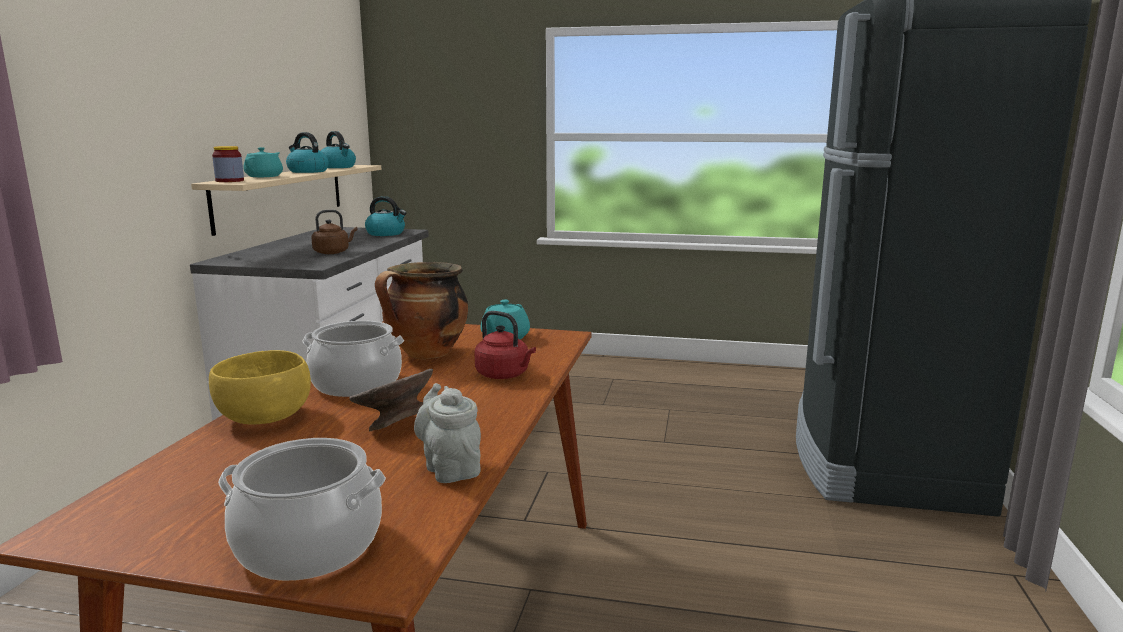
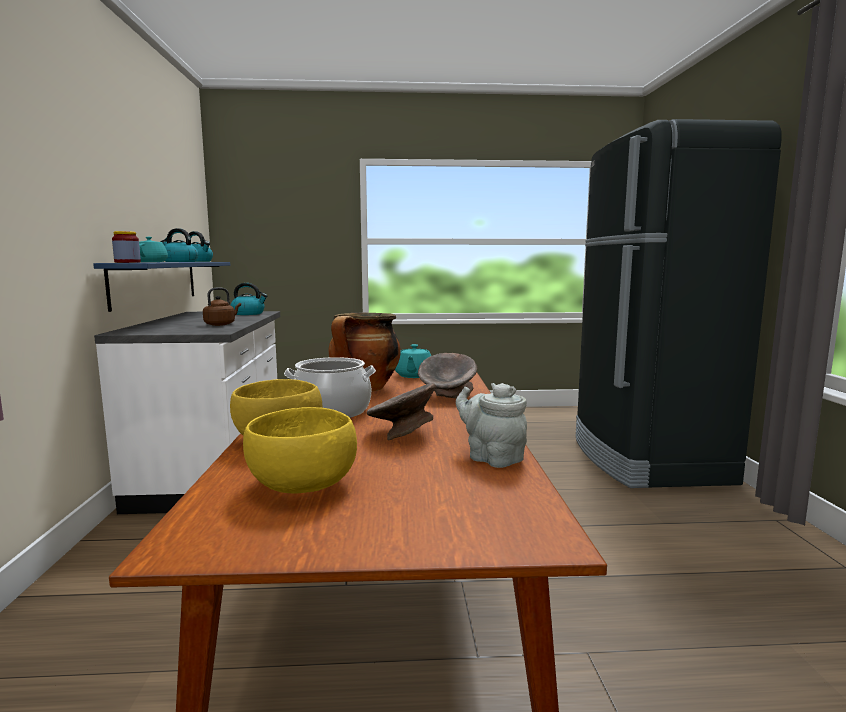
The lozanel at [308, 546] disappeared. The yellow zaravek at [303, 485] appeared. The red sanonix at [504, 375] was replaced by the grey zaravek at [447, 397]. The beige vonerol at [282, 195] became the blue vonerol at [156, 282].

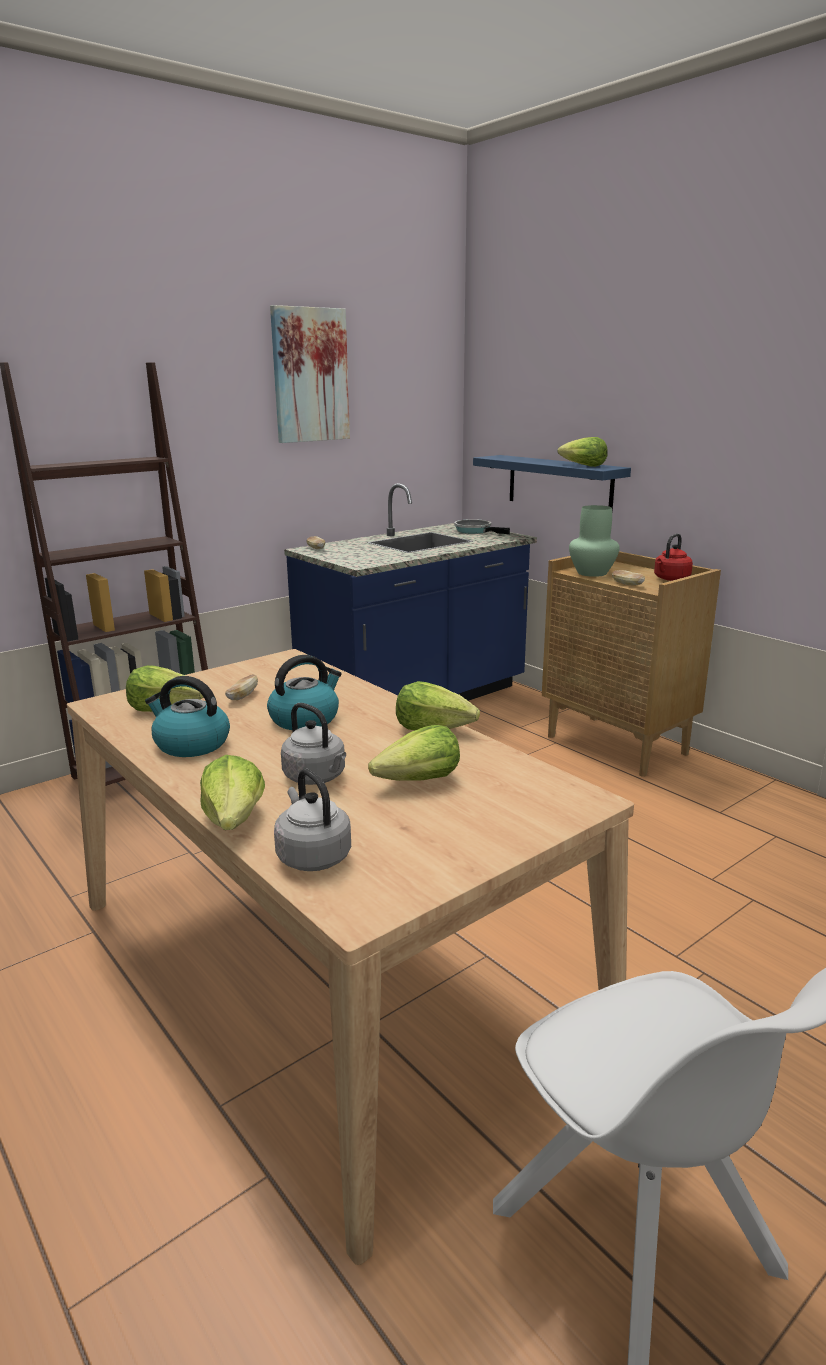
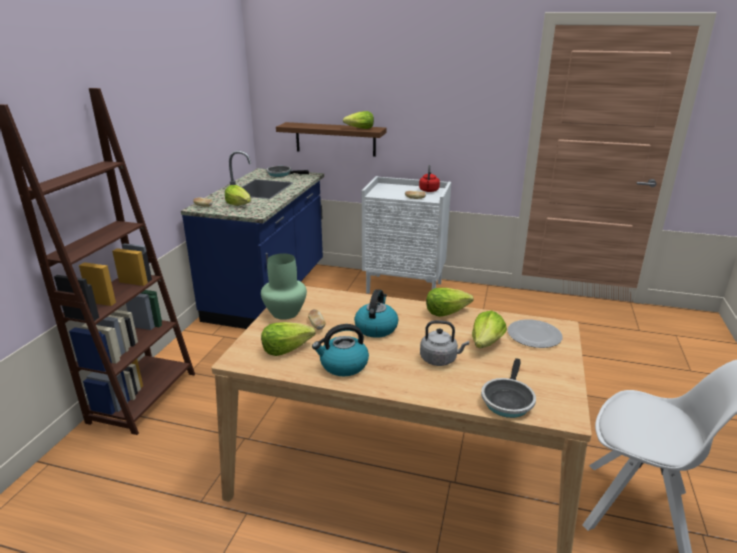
The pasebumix at [310, 375] disappeared. The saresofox at [535, 336] appeared. The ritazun moved from [234, 819] to [239, 205]. The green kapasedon moved from [593, 573] to [286, 312]. The grey sanonix at [312, 855] was replaced by the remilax at [507, 400]. The blue vonerol at [559, 484] became the brown vonerol at [335, 139]. The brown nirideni at [617, 745] became the white nirideni at [404, 288].

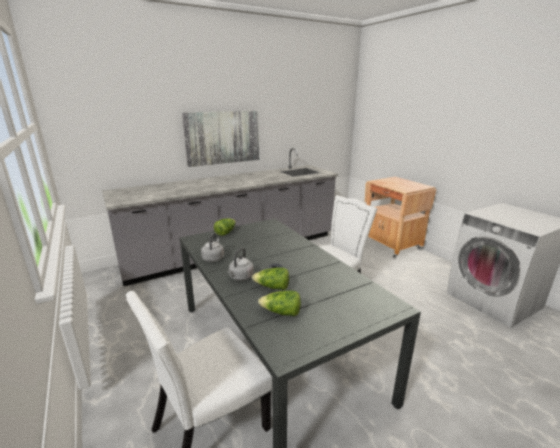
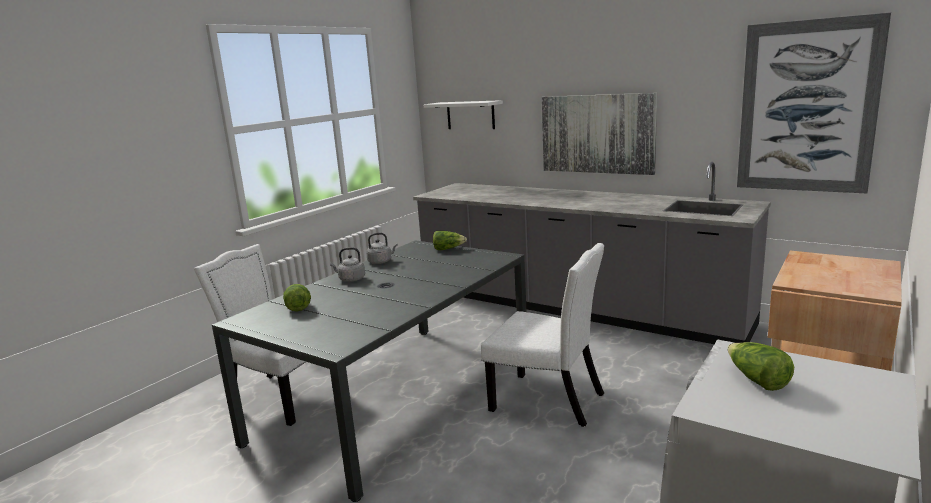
The white vonerol at [470, 115] appeared. The pasebumix at [807, 107] appeared. The ritazun moved from [272, 287] to [756, 380].

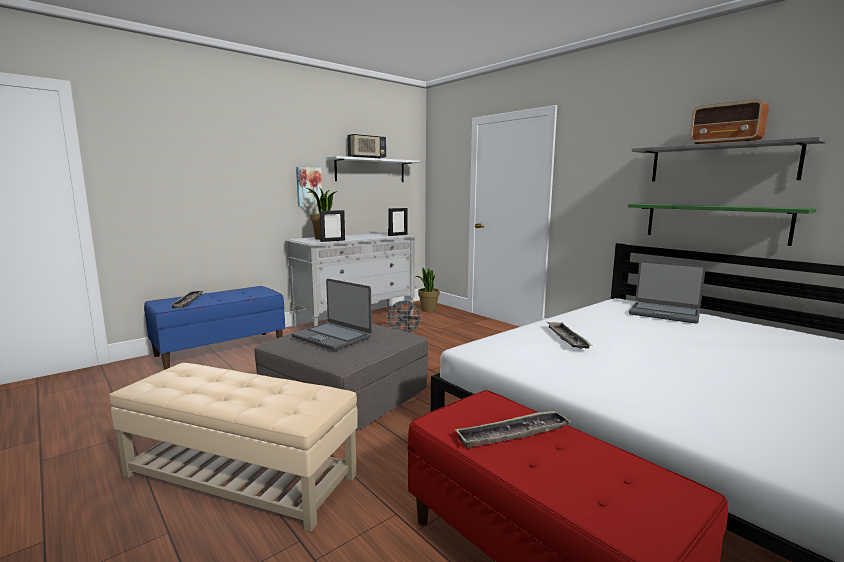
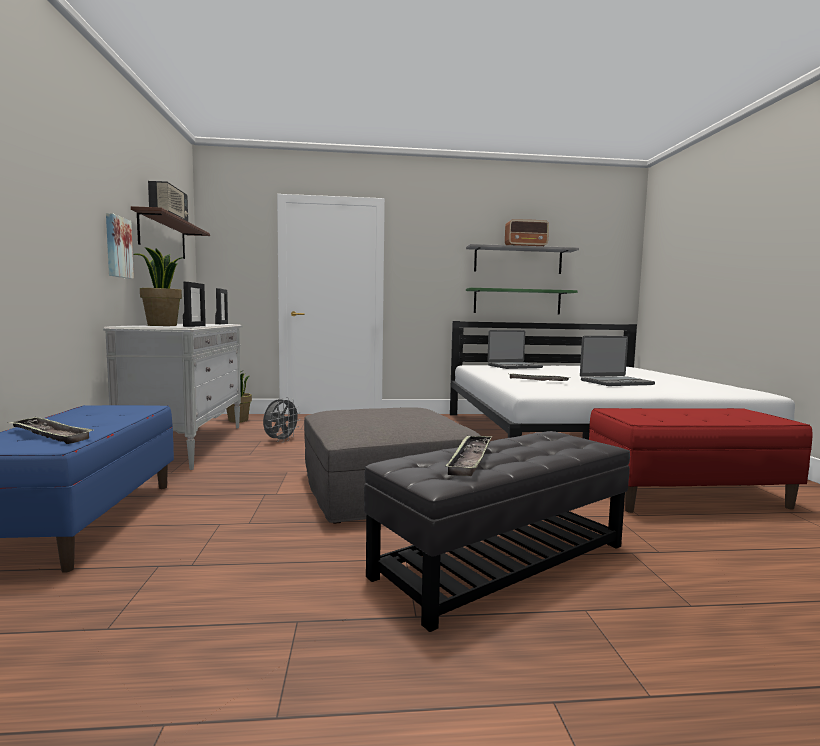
The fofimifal moved from [332, 337] to [615, 382]. The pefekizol moved from [512, 434] to [470, 459]. The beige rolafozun at [239, 476] became the black rolafozun at [503, 561]. The white vonerol at [370, 170] became the brown vonerol at [163, 236].

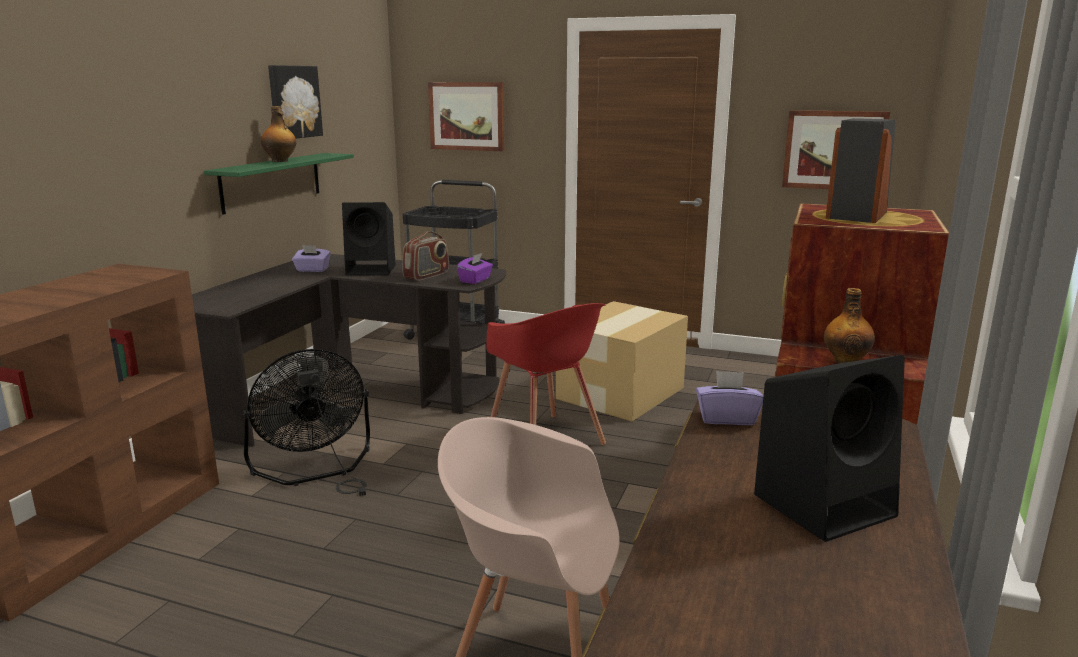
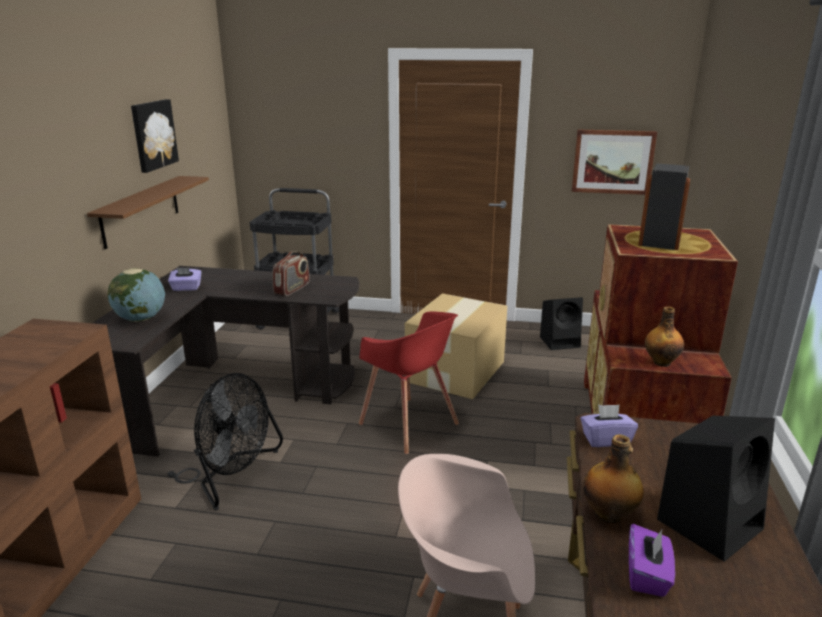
The pasebumix at [467, 116] disappeared. The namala at [140, 319] appeared. The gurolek moved from [280, 161] to [609, 514]. The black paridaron moved from [372, 270] to [560, 342]. The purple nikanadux moved from [475, 280] to [647, 575]. The green vonerol at [271, 182] became the brown vonerol at [141, 210]. The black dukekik at [321, 471] turned 150 degrees clockwise.

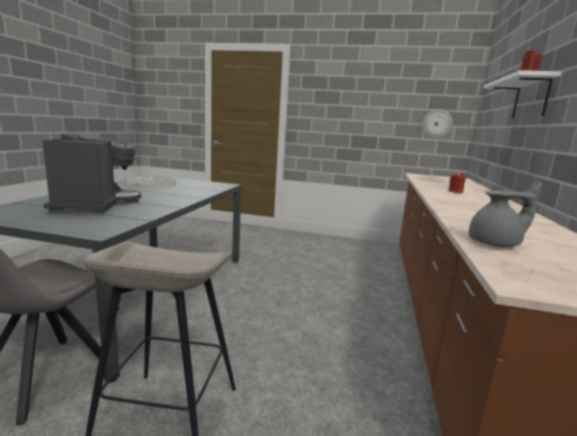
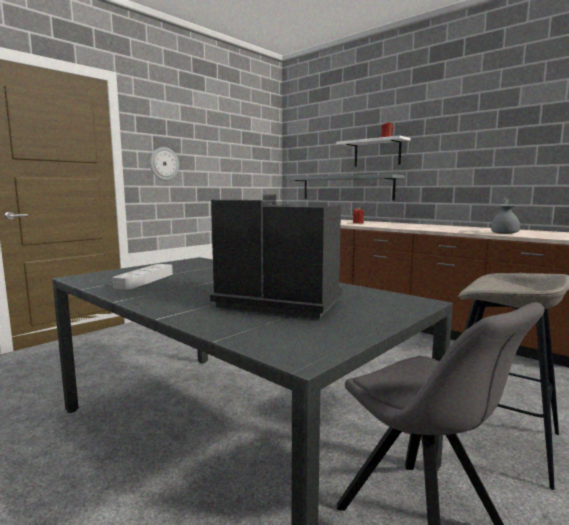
The grey vonerol at [346, 188] appeared. The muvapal moved from [437, 124] to [164, 164].

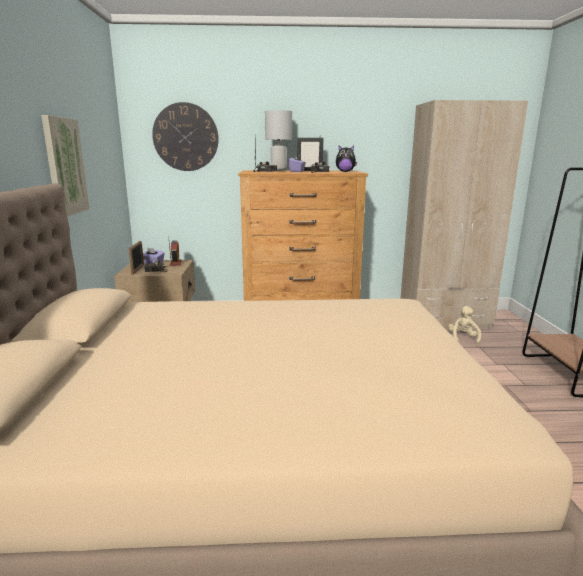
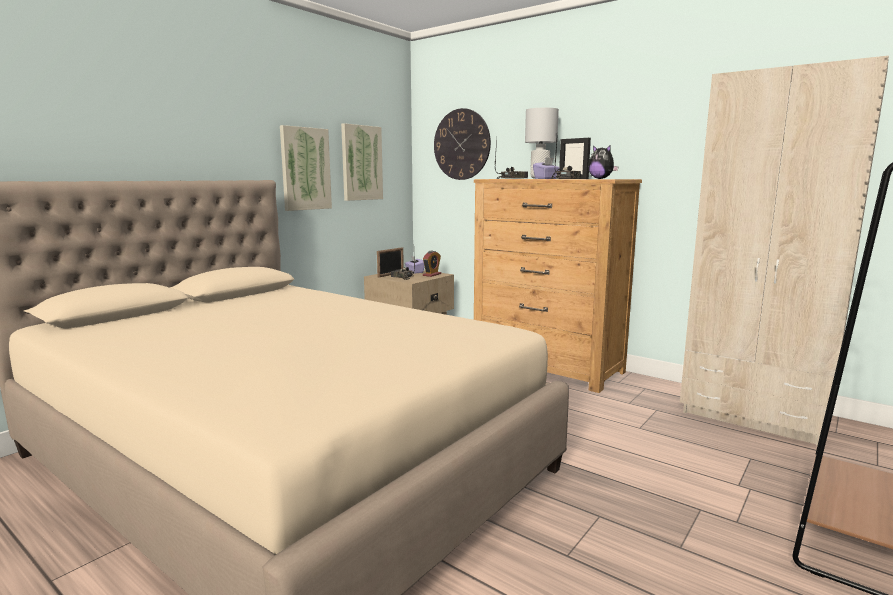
The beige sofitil at [463, 339] disappeared. The pasebumix at [361, 163] appeared.

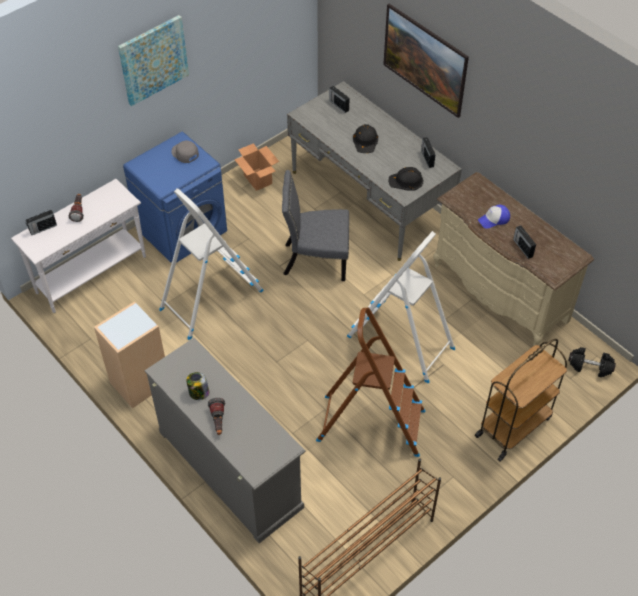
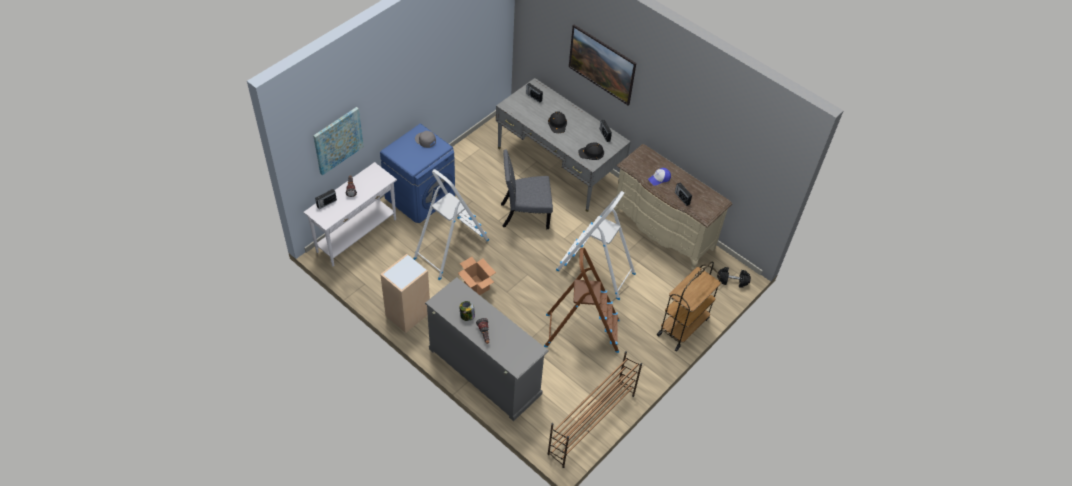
The pasebumix moved from [153, 60] to [338, 140]. The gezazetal moved from [258, 179] to [477, 286].

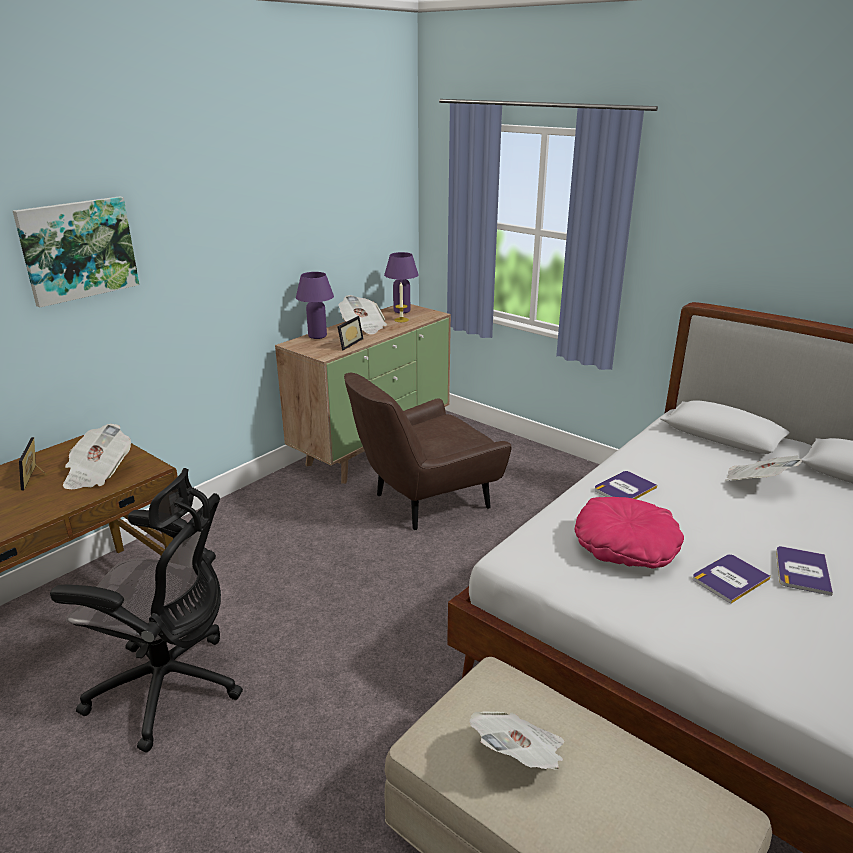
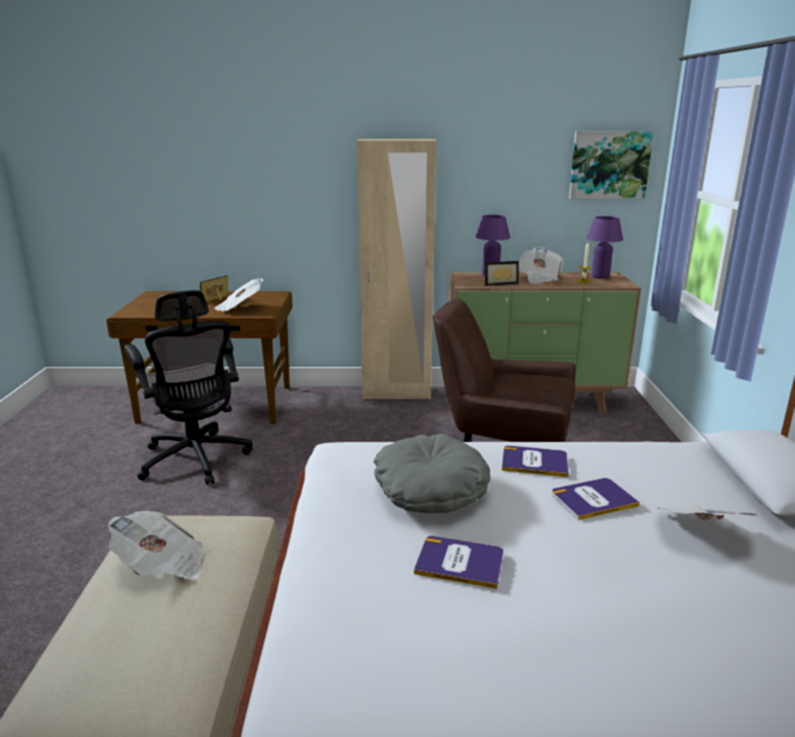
The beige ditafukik at [396, 394] appeared. The pasebumix moved from [78, 249] to [609, 165]. The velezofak moved from [802, 571] to [593, 499]. The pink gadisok at [626, 544] became the grey gadisok at [432, 489].

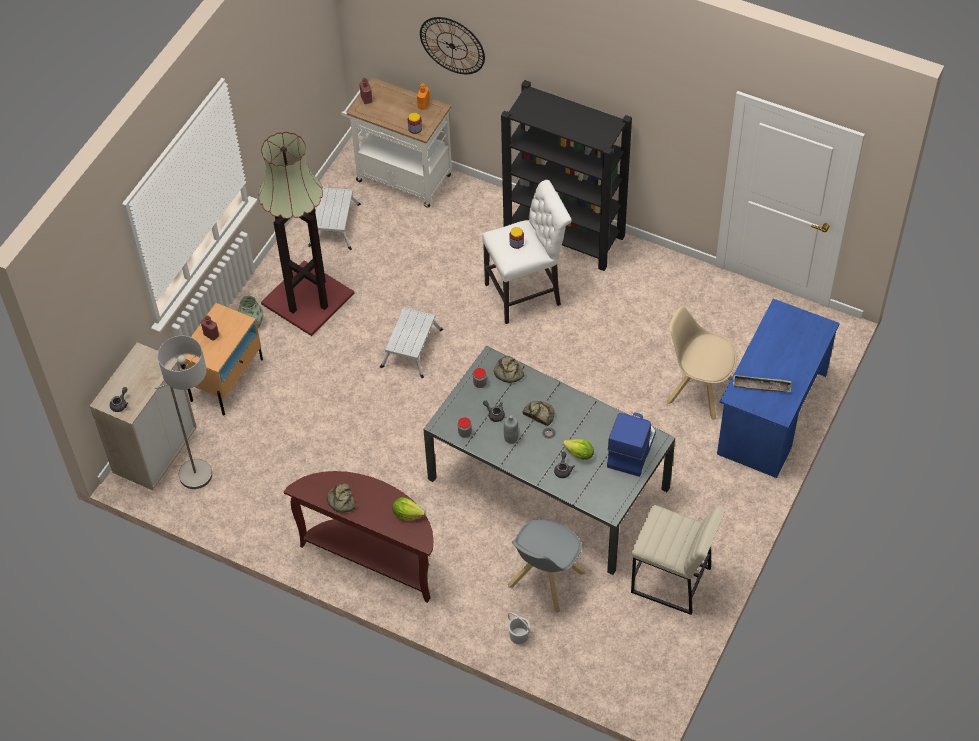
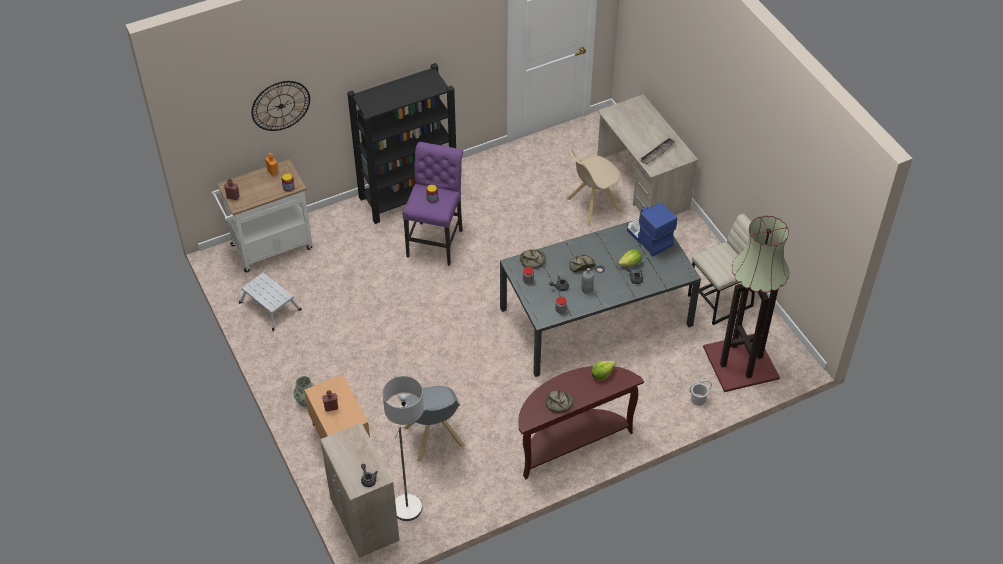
The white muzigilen at [412, 347] disappeared. The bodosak moved from [308, 300] to [742, 363]. The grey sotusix moved from [544, 580] to [434, 438]. The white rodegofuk at [527, 294] became the purple rodegofuk at [436, 241]. The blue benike at [771, 414] became the beige benike at [642, 184].

